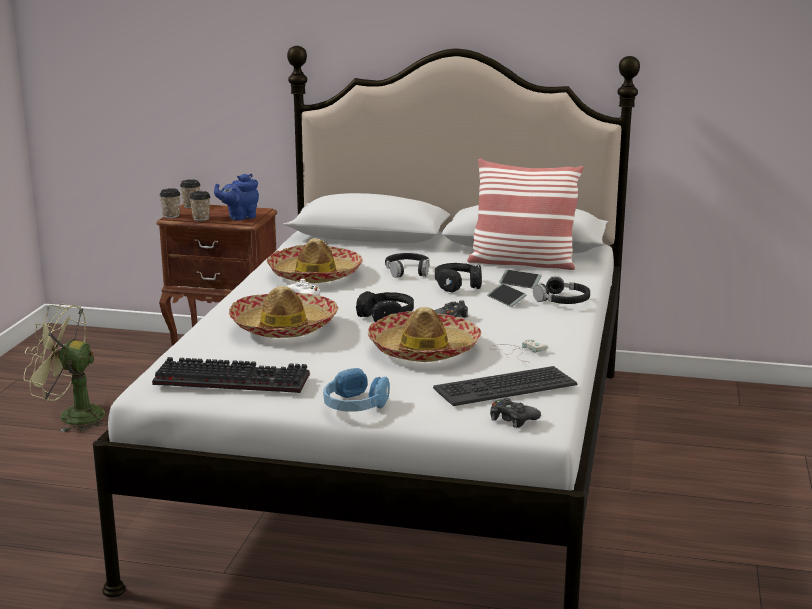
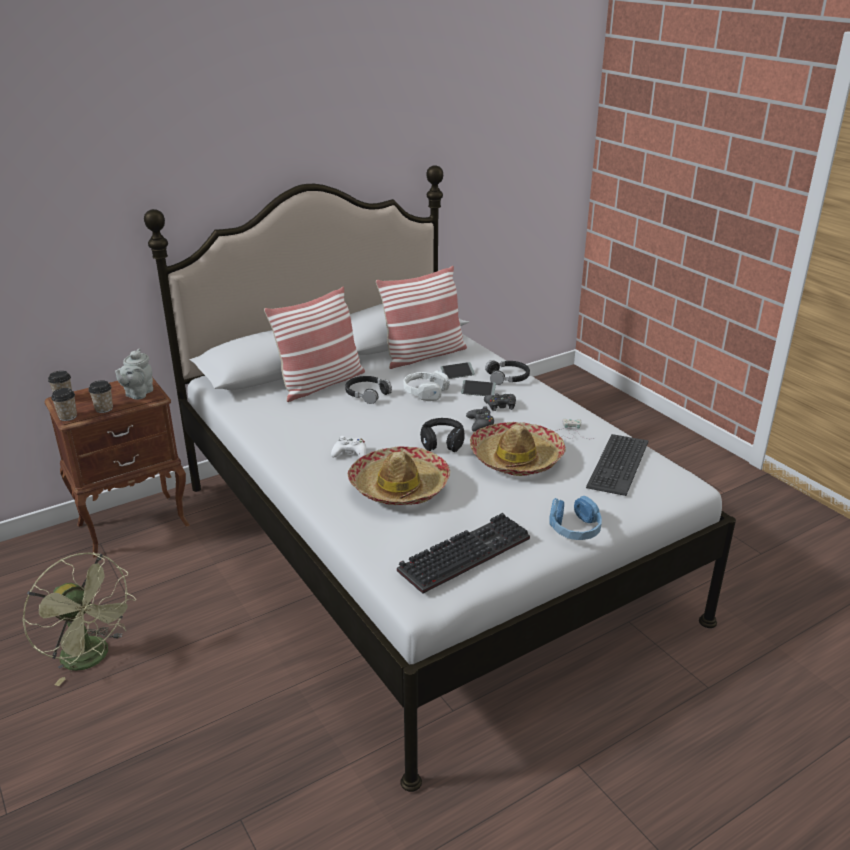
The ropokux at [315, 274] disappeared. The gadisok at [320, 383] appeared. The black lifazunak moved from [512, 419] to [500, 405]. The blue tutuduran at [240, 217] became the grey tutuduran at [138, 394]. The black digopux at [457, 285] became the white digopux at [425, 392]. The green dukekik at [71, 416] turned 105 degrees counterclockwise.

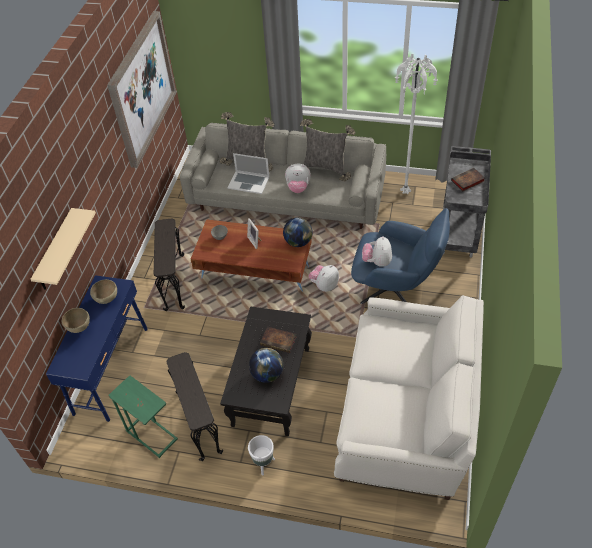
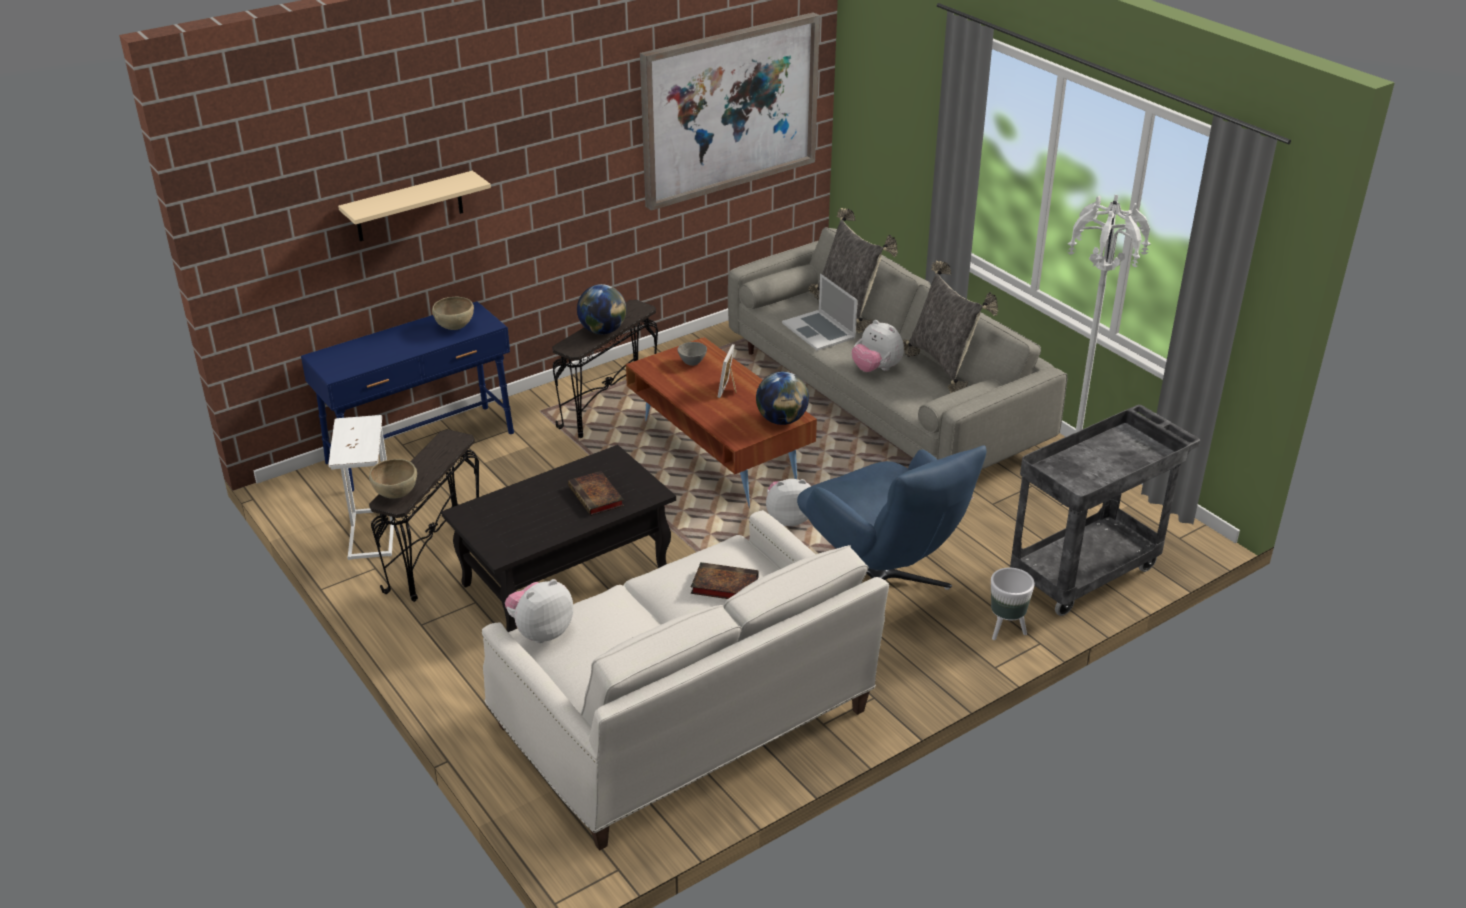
The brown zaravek moved from [79, 327] to [396, 495]. The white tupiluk moved from [264, 464] to [1006, 631]. The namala moved from [267, 374] to [603, 331]. The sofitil moved from [377, 262] to [541, 632]. The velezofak moved from [467, 181] to [723, 585]. The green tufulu at [151, 435] became the white tufulu at [371, 533].

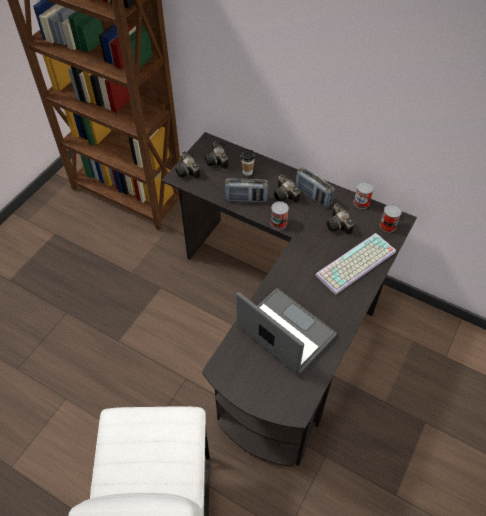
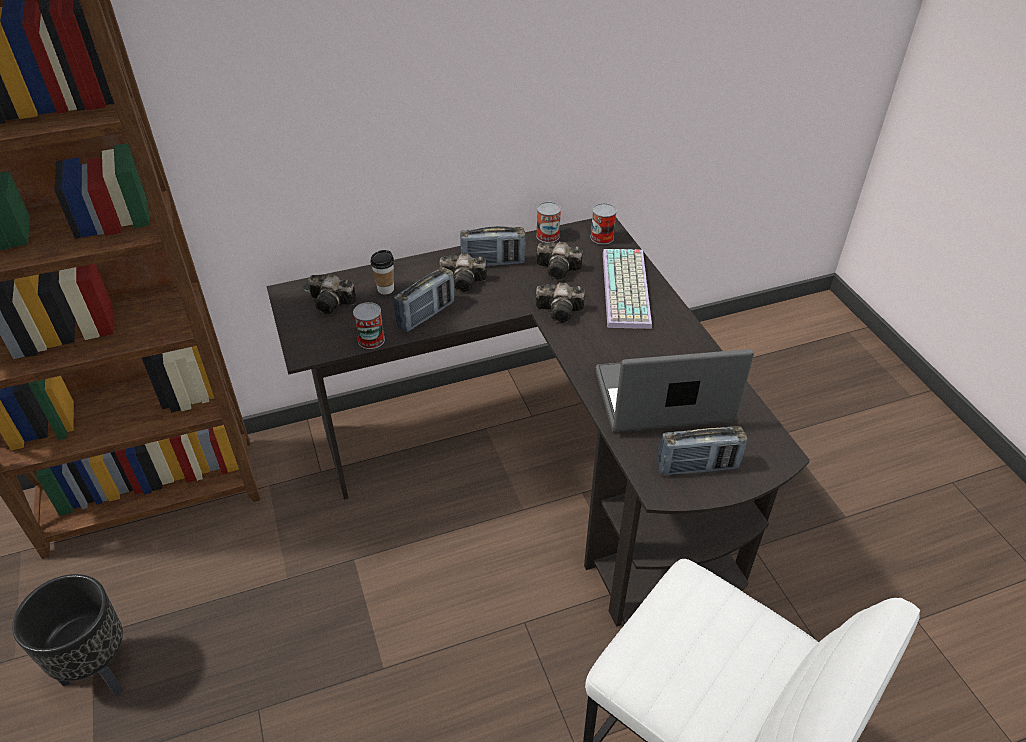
The black tupiluk at [100, 672] appeared. The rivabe at [697, 467] appeared. The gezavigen moved from [188, 172] to [562, 311]. The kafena moved from [278, 223] to [371, 340].

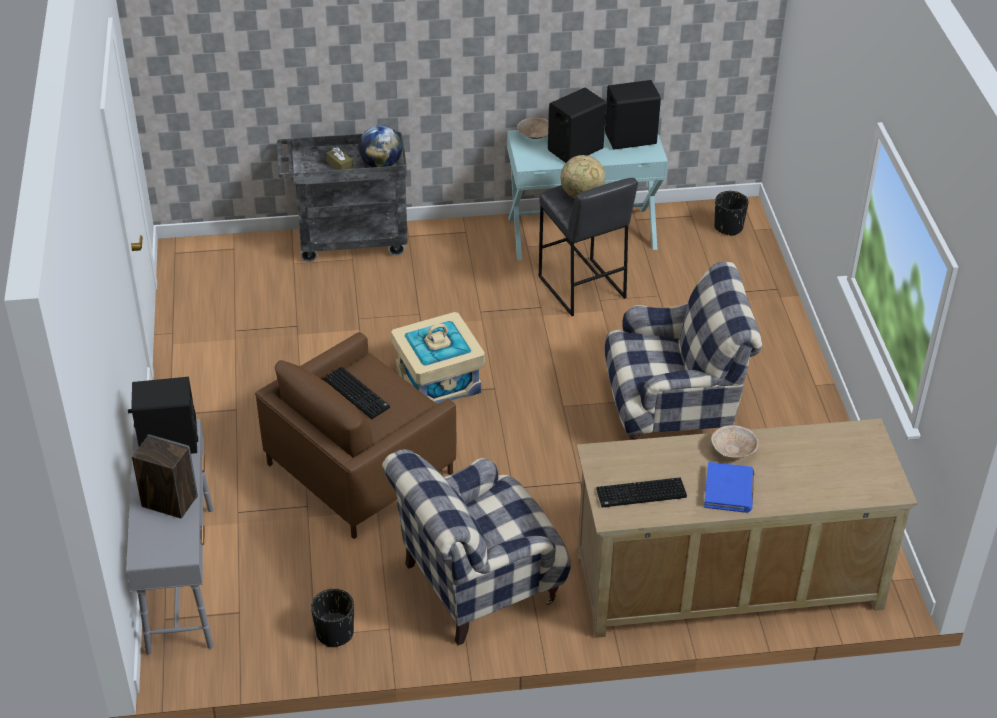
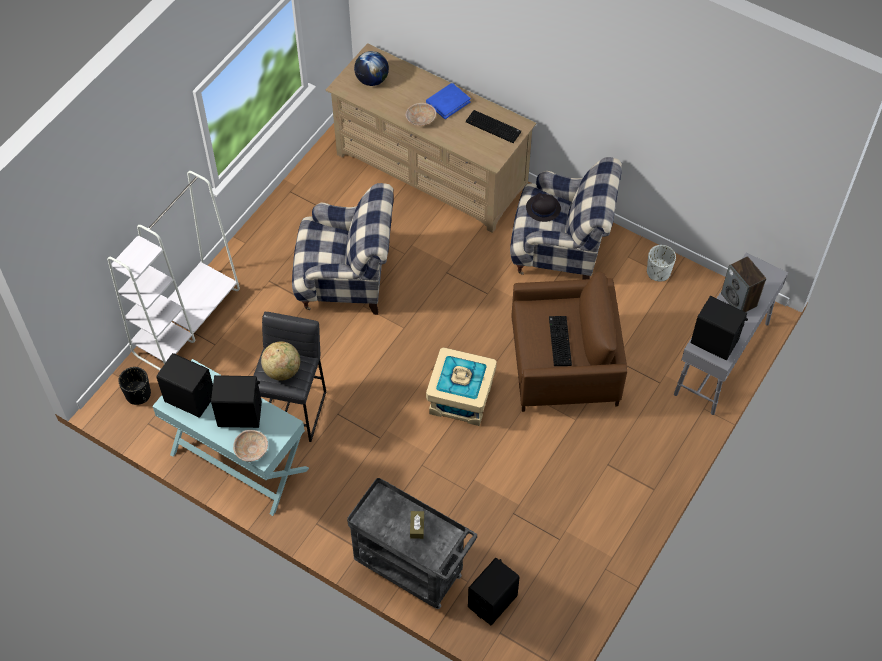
The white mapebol at [187, 323] appeared. The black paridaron at [492, 601] appeared. The black ropokux at [543, 208] appeared. The namala moved from [381, 164] to [372, 80]. The black tupiluk at [334, 633] became the white tupiluk at [658, 272]. The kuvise at [672, 412] turned 150 degrees clockwise.

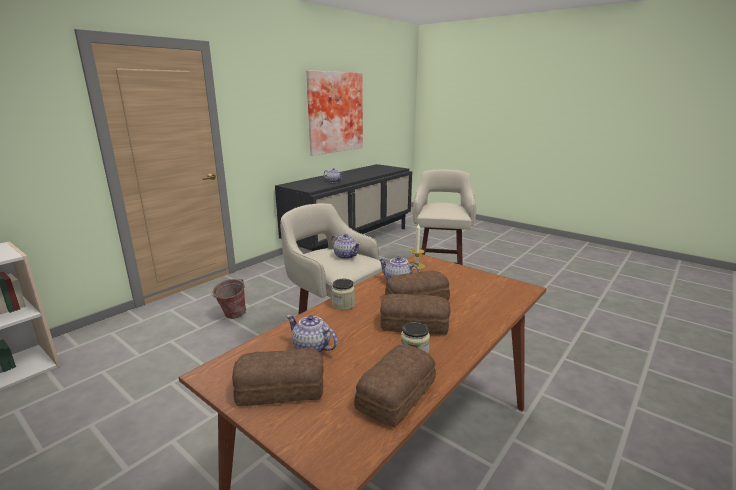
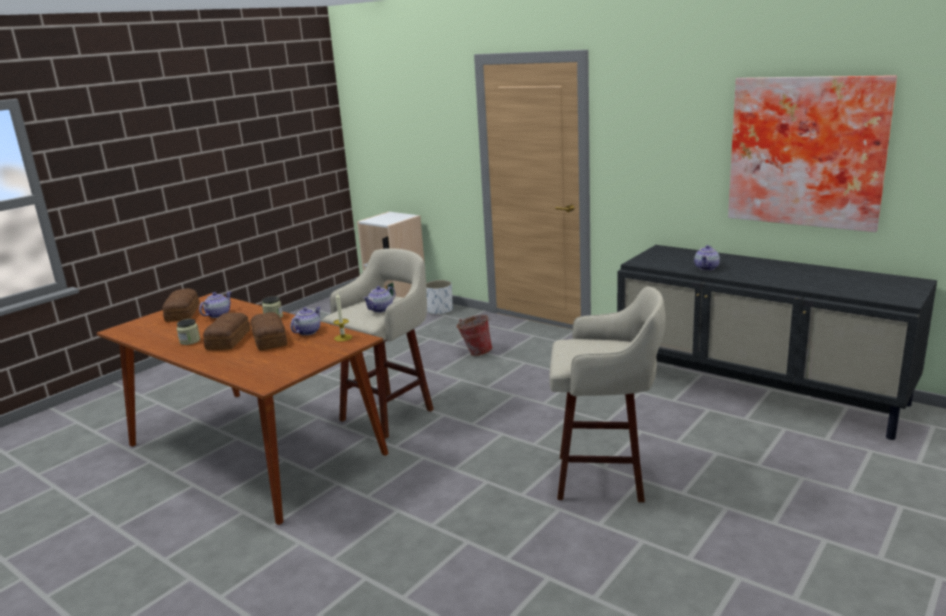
The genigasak at [394, 395] disappeared. The white tupiluk at [440, 311] appeared.

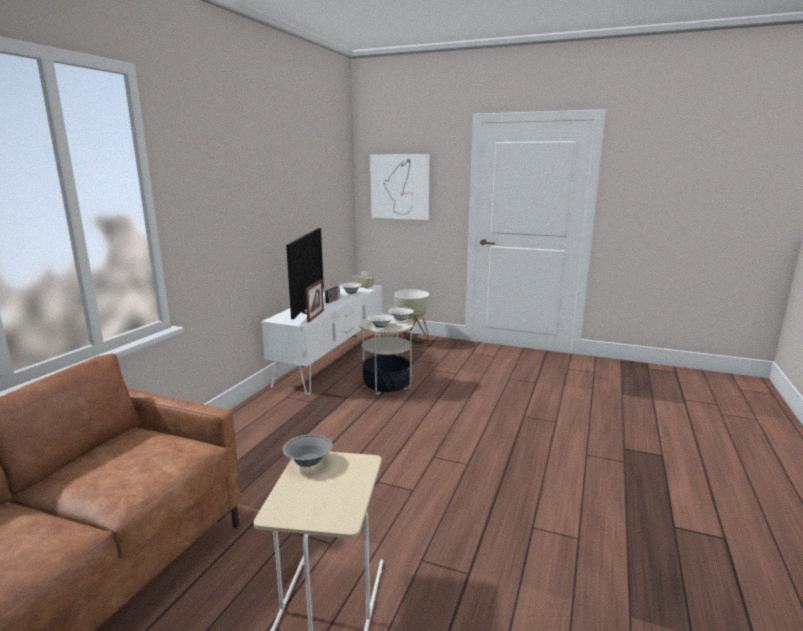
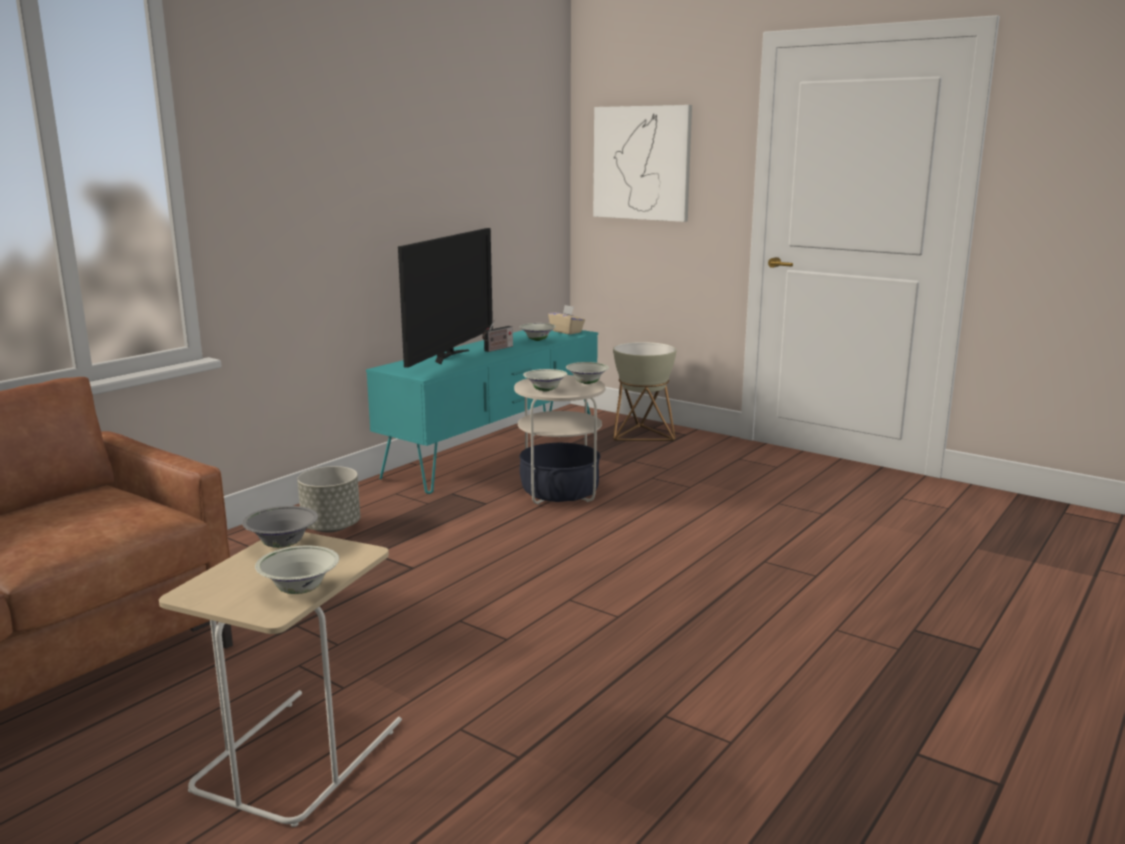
The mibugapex at [315, 316] disappeared. The white zaravek at [299, 590] appeared. The grey tupiluk at [331, 527] appeared. The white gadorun at [332, 361] became the turquoise gadorun at [496, 450].

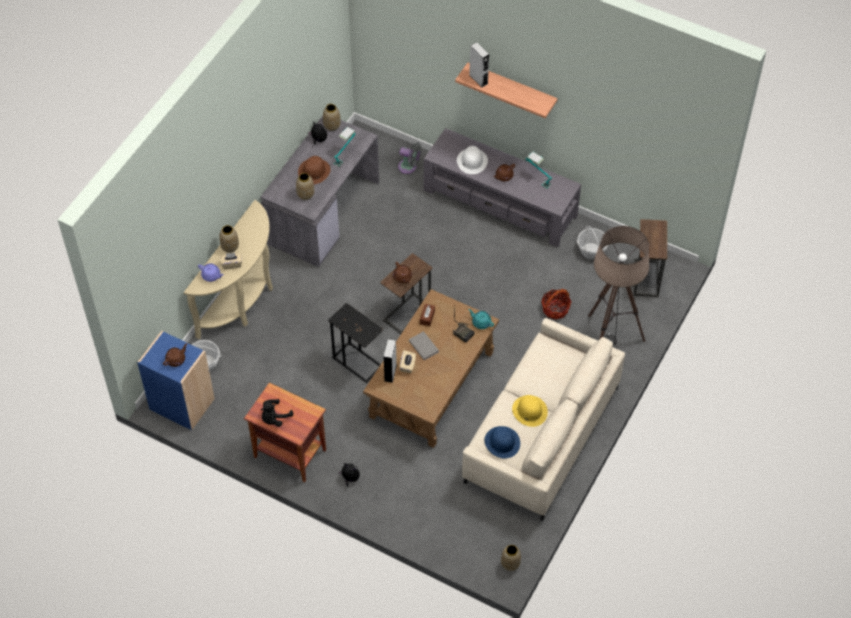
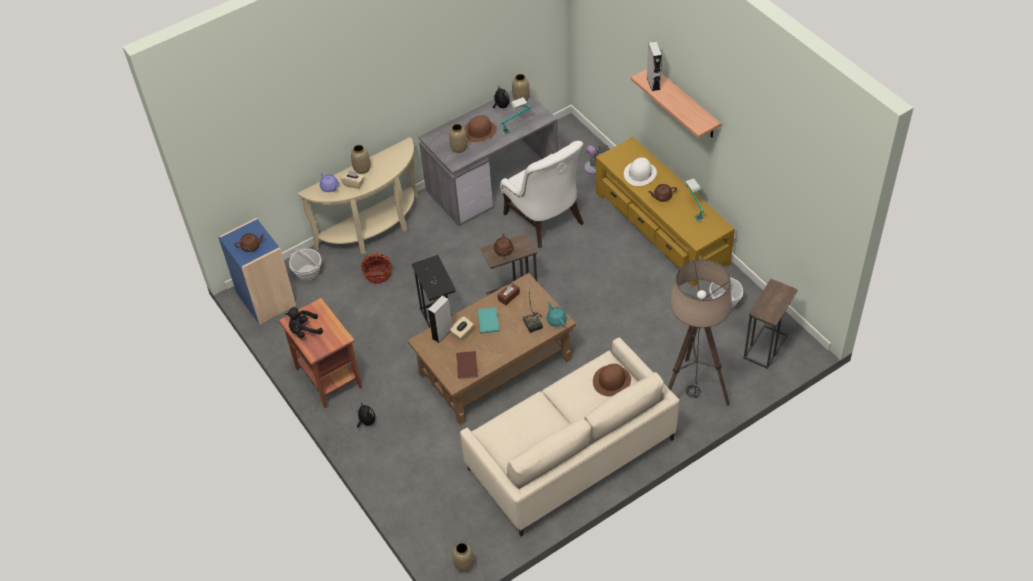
The blue ropokux at [502, 442] disappeared. The yellow ropokux at [529, 410] disappeared. The brown velezofak at [467, 365] appeared. The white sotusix at [545, 219] appeared. The brown ropokux at [611, 380] appeared. The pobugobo moved from [555, 309] to [377, 274]. The grey velezofak at [424, 346] became the turquoise velezofak at [489, 321]. The grey gadorun at [499, 203] became the yellow gadorun at [660, 228].

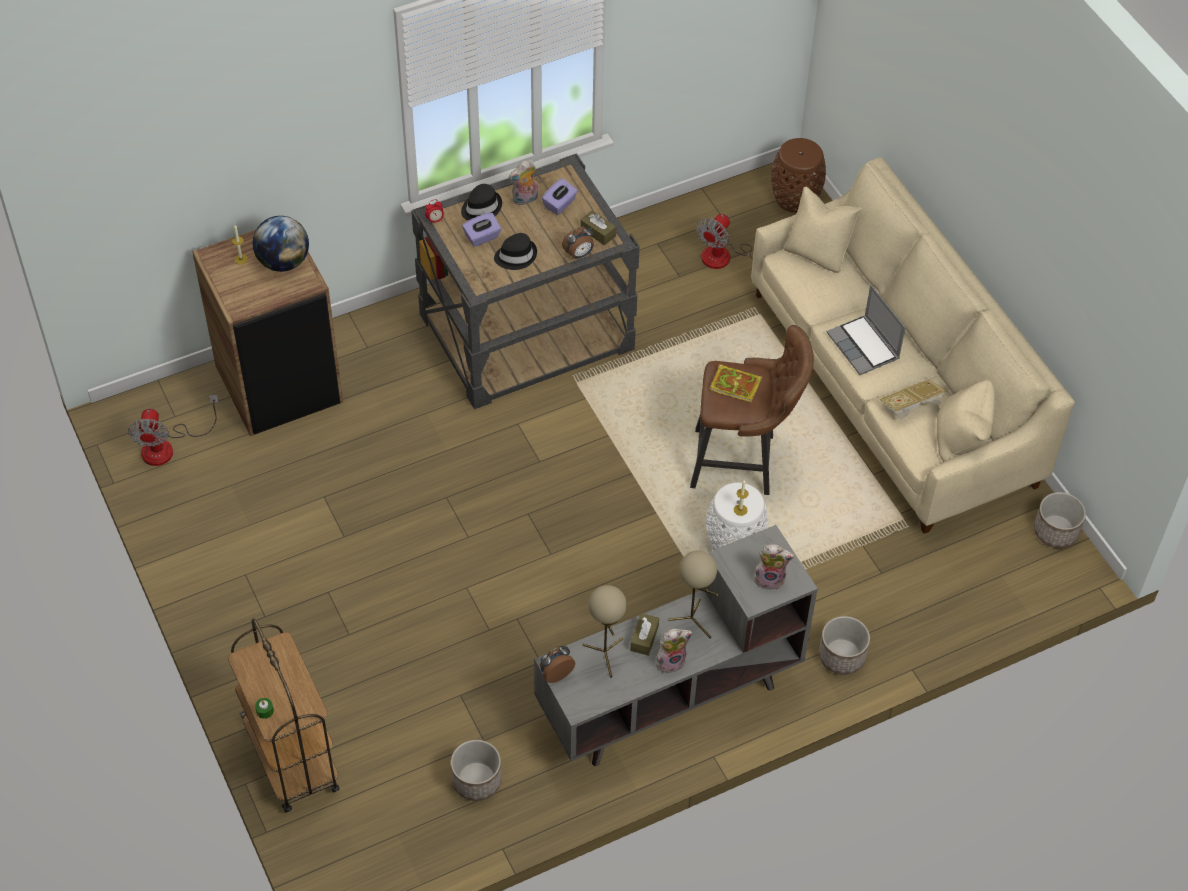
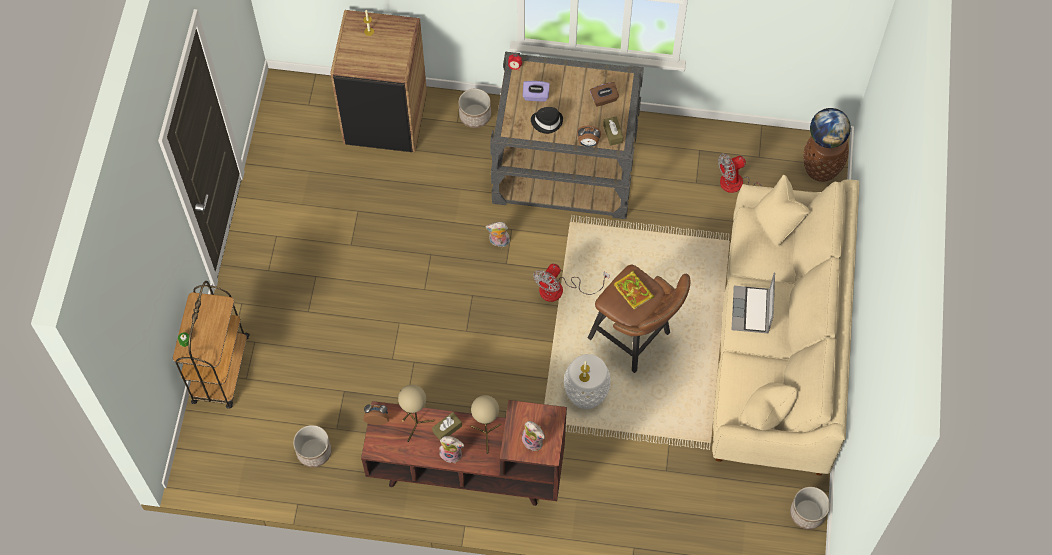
The black ropokux at [481, 207] disappeared. The velezofak at [911, 407] disappeared. The dukekik moved from [168, 446] to [560, 290]. The namala moved from [283, 262] to [827, 138]. The sofitil moved from [525, 200] to [498, 242]. The tupiluk moved from [842, 657] to [475, 116]. The grey gadorun at [668, 700] became the brown gadorun at [465, 472]. The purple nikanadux at [560, 204] became the brown nikanadux at [604, 99].

